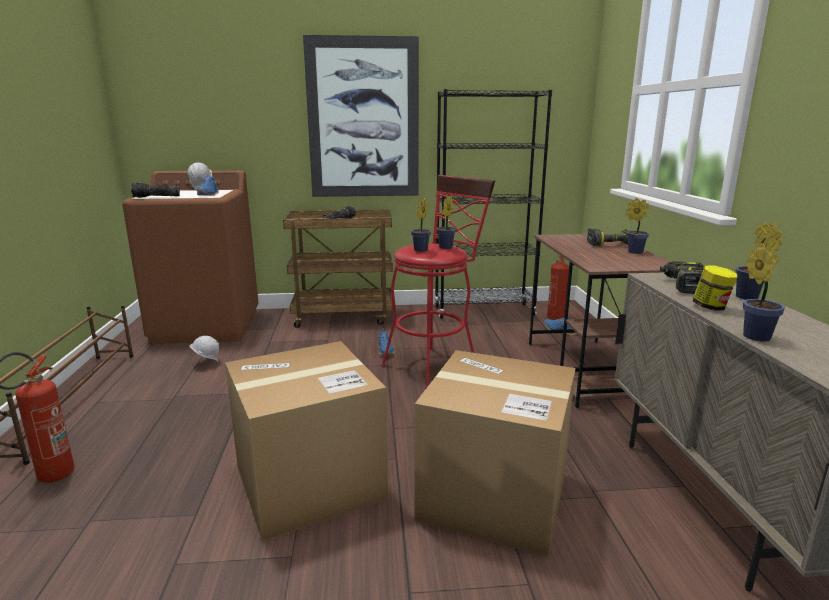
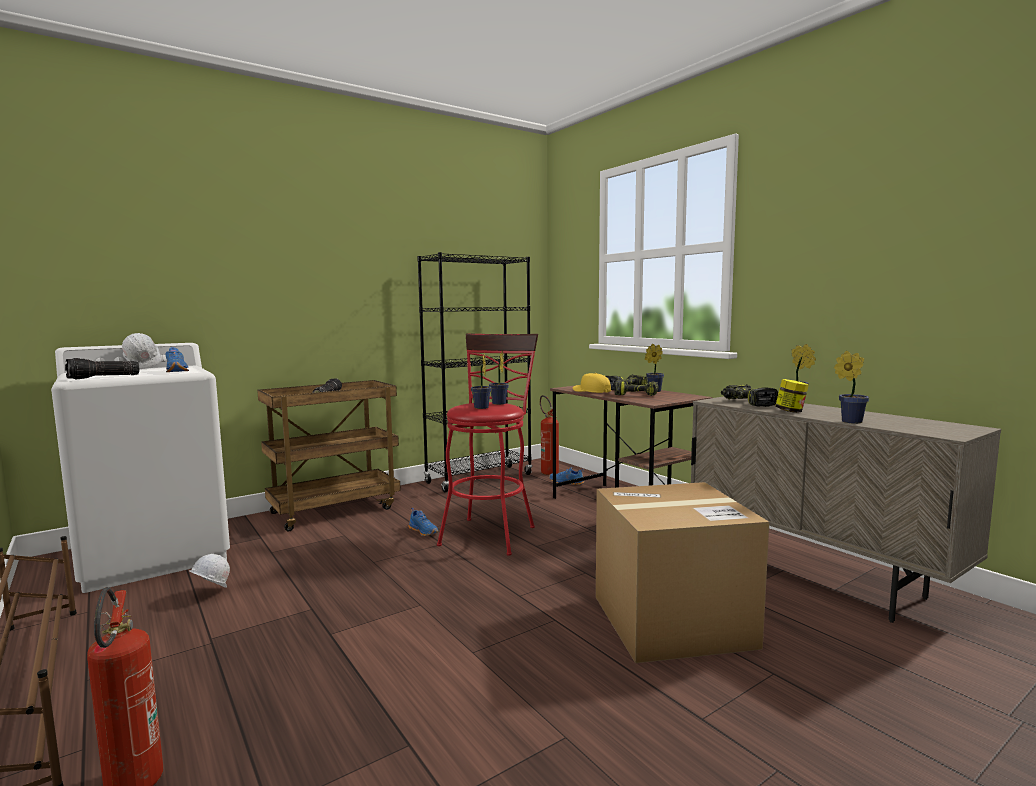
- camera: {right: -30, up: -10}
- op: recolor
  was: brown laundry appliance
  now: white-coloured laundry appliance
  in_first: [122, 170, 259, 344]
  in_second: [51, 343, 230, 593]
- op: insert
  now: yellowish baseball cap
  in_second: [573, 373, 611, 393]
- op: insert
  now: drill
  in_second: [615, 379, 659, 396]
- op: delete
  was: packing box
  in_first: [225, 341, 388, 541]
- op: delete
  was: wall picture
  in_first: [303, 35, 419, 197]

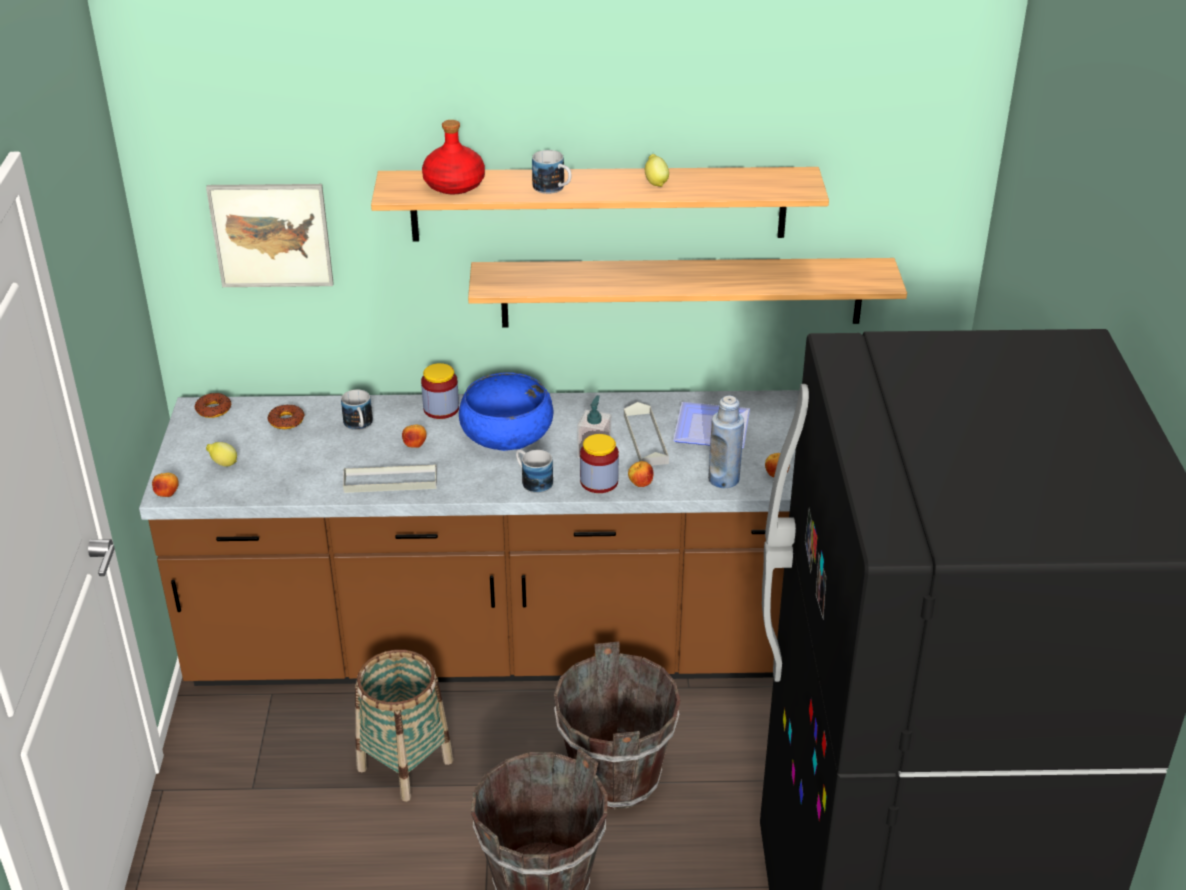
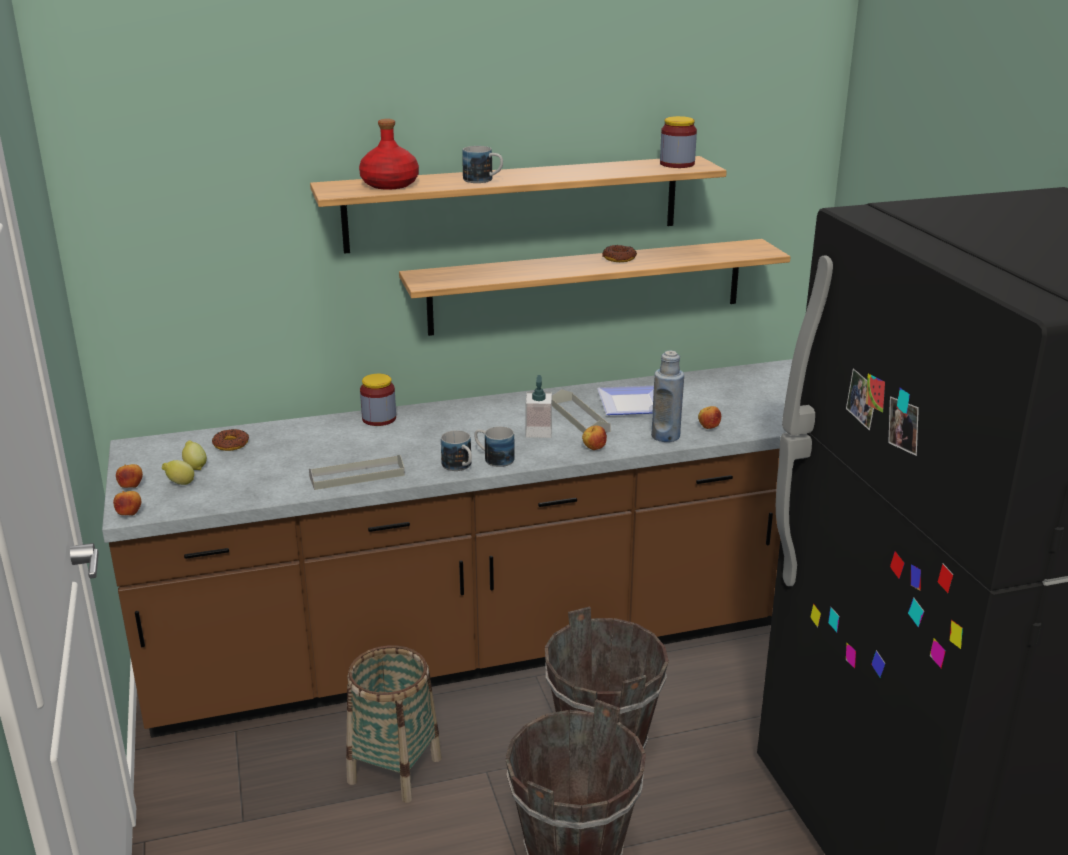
- camera: {right: -15, up: -10}
- op: move
  was: apple fruit
  in_first: [402, 425, 427, 448]
  in_second: [116, 464, 143, 488]
- op: move
  was: citrus fruit
  in_first: [645, 154, 669, 187]
  in_second: [182, 440, 207, 470]
- op: move
  was: coffee mug
  in_first: [341, 390, 373, 430]
  in_second: [441, 430, 472, 471]
- op: move
  was: doughnut
  in_first: [195, 393, 231, 418]
  in_second: [602, 245, 637, 262]
- op: move
  was: storage jar
  in_first: [580, 434, 619, 493]
  in_second: [660, 116, 697, 168]
- op: delete
  was: wall picture
  in_first: [206, 184, 334, 287]
- op: delete
  was: blue-coloured deep dish
  in_first: [459, 372, 553, 451]

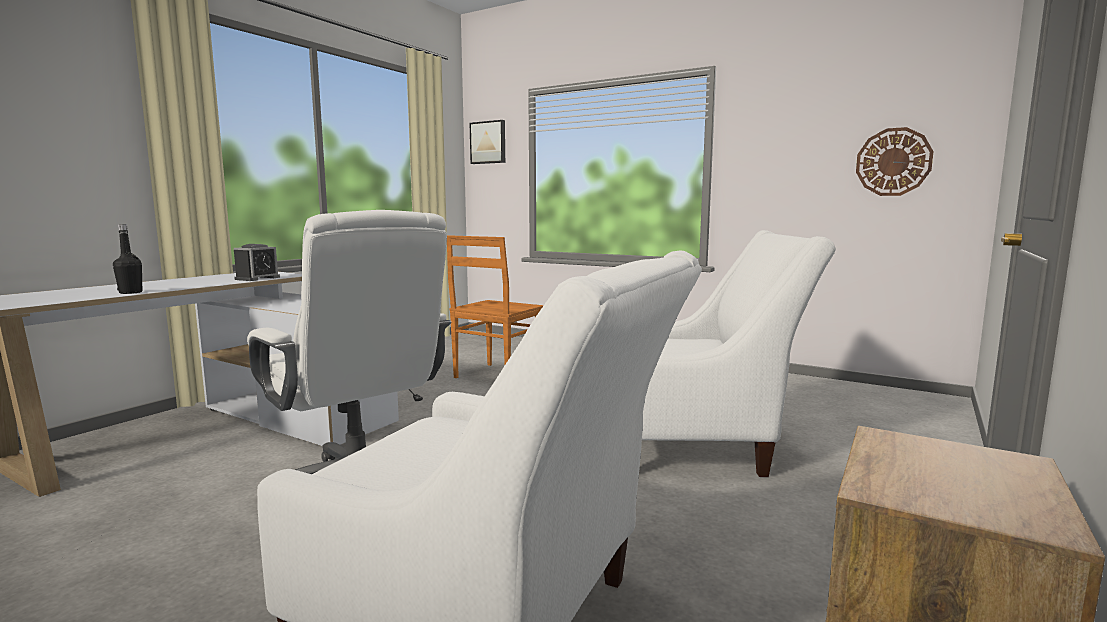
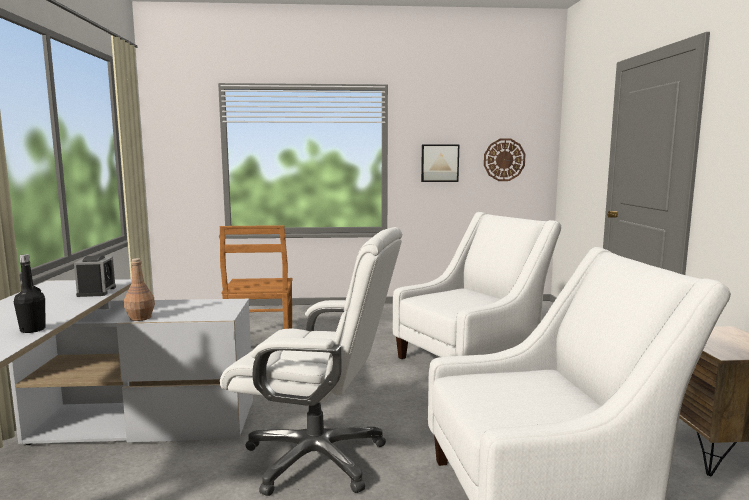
- camera: {right: -35, up: 0}
- op: insert
  now: brown beverage bottle
  in_second: [124, 258, 155, 321]
- op: move
  was: wall picture
  in_first: [470, 120, 505, 164]
  in_second: [421, 145, 459, 182]

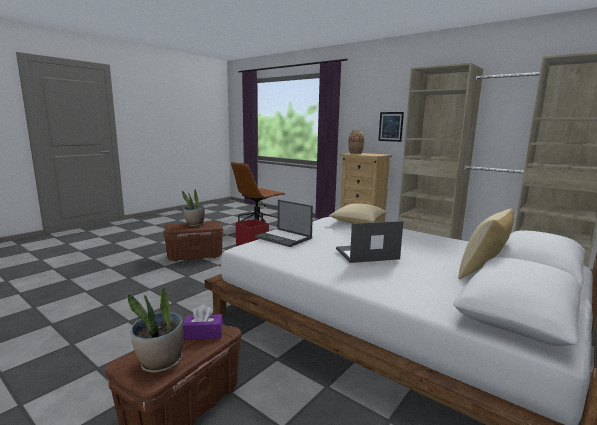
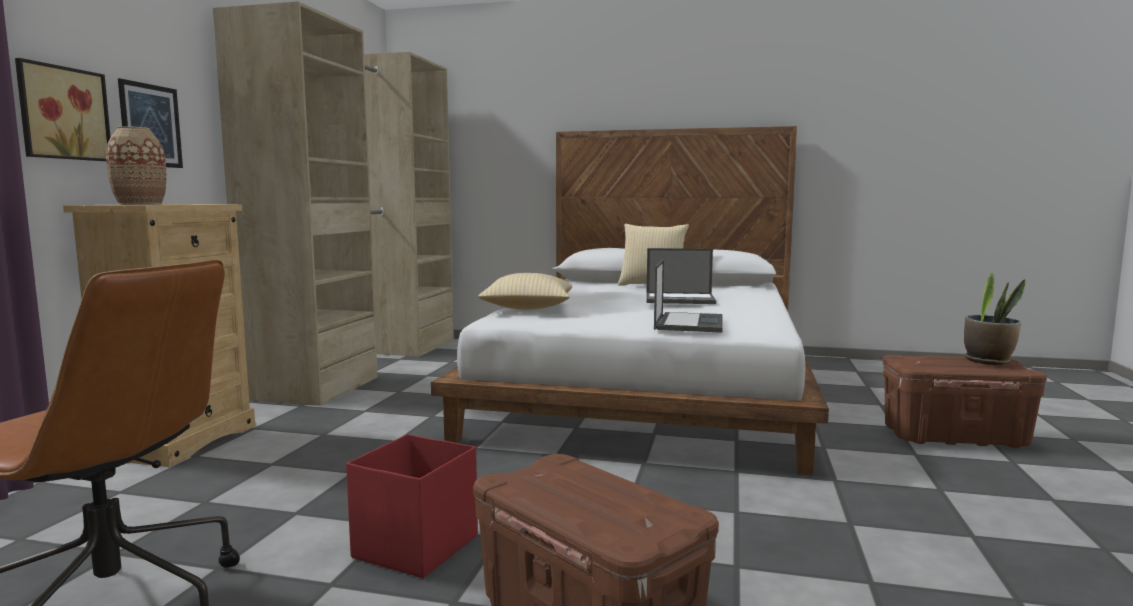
- camera: {right: -115, up: -5}
- op: insert
  now: wall picture
  in_second: [15, 58, 111, 161]
- op: rotate
  was: laptop
  in_first: [336, 221, 403, 263]
  in_second: [646, 248, 716, 304]
  clockwise: -45
- op: delete
  was: plant in a pot
  in_first: [182, 189, 205, 227]
- op: delete
  was: purplish tissue holder
  in_first: [183, 305, 223, 340]

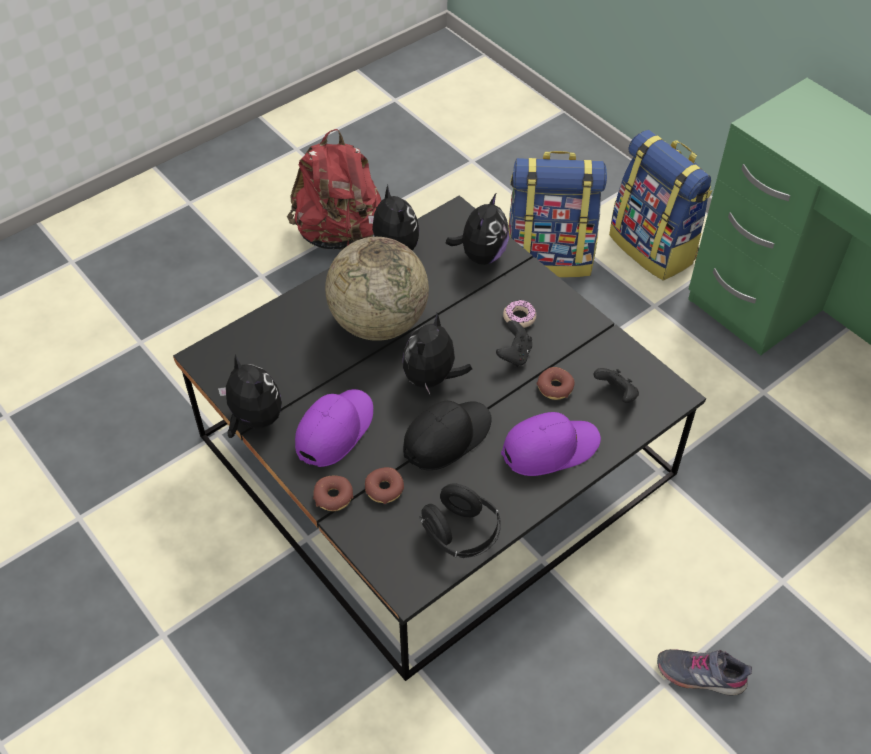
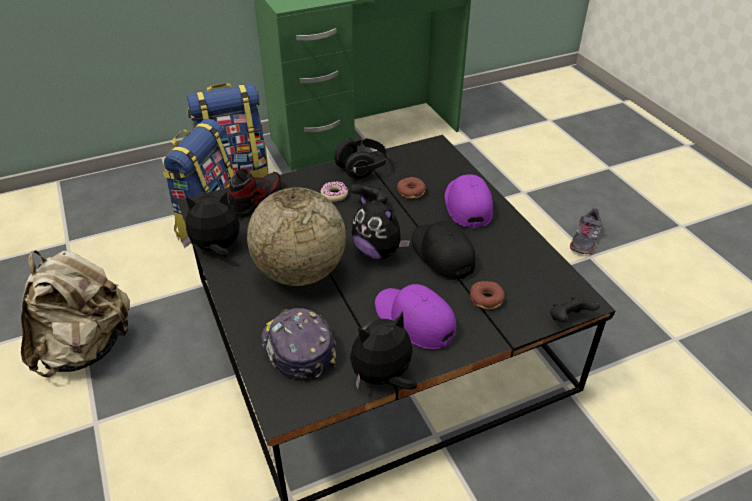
- camera: {right: -75, up: -10}
- op: recolor
  was: red backpack
  now: sand-coloured backpack
  in_first: [287, 129, 381, 250]
  in_second: [21, 250, 131, 377]
- op: replace
  was: plush toy
  now: item of footwear
  in_first: [446, 193, 509, 265]
  in_second: [229, 168, 281, 218]
- op: insert
  now: baseball cap
  in_second: [261, 308, 336, 379]
- op: move
  was: black pair of headphones
  in_first: [419, 484, 501, 558]
  in_second: [334, 138, 389, 179]
- op: move
  was: black game controller
  in_first: [593, 368, 639, 403]
  in_second: [550, 297, 600, 322]
- op: delete
  was: doughnut
  in_first: [313, 475, 353, 511]

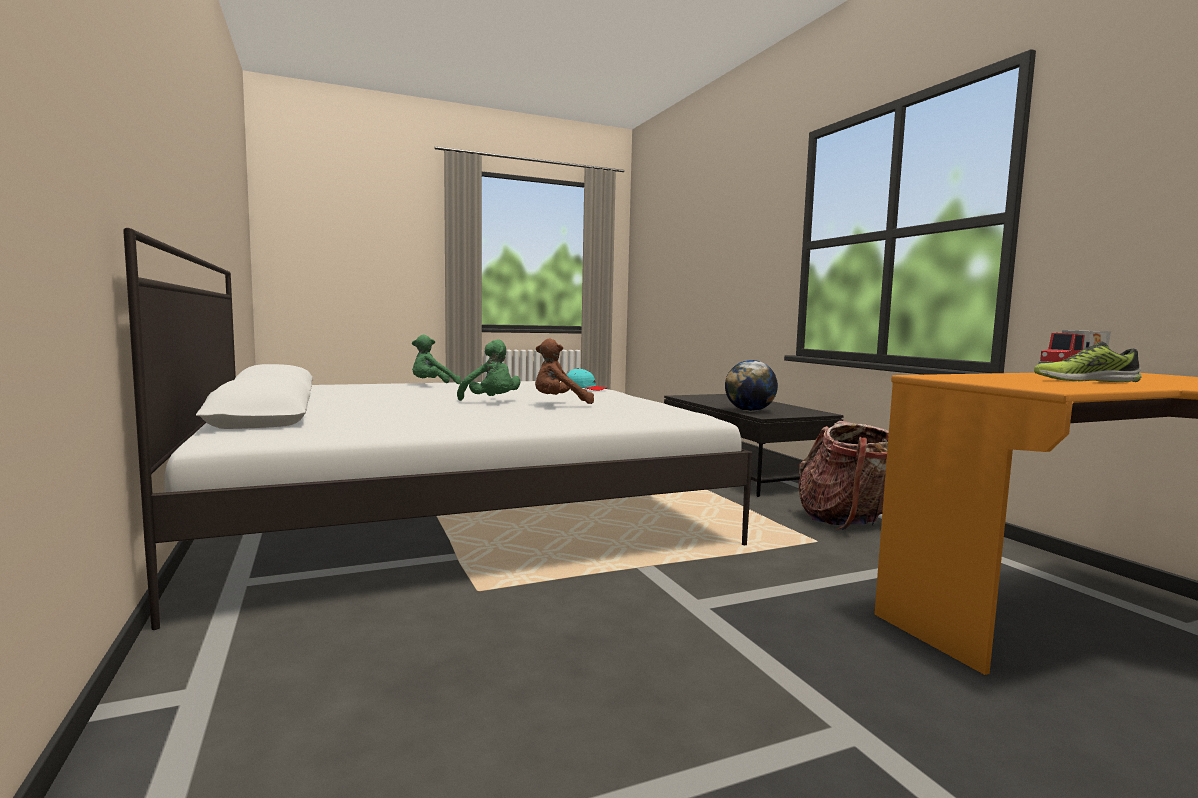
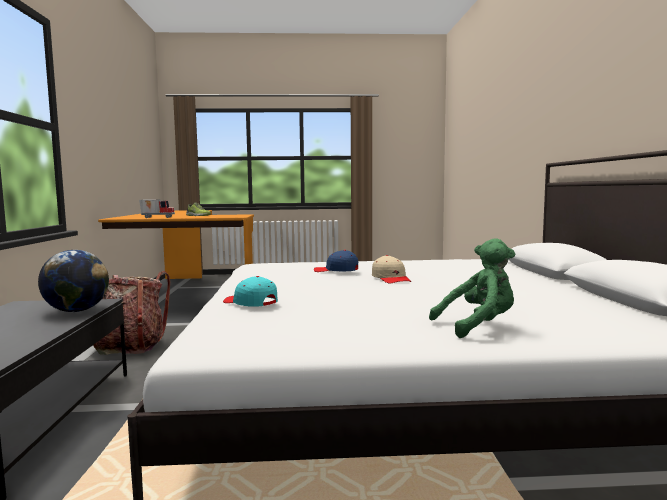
- camera: {right: -160, up: 0}
- op: replace
  was: brown plush toy
  now: blue-coloured baseball cap
  in_first: [535, 338, 594, 404]
  in_second: [314, 250, 358, 272]
- op: replace
  was: green-coloured plush toy
  now: sand-coloured baseball cap
  in_first: [457, 339, 520, 401]
  in_second: [372, 255, 411, 284]

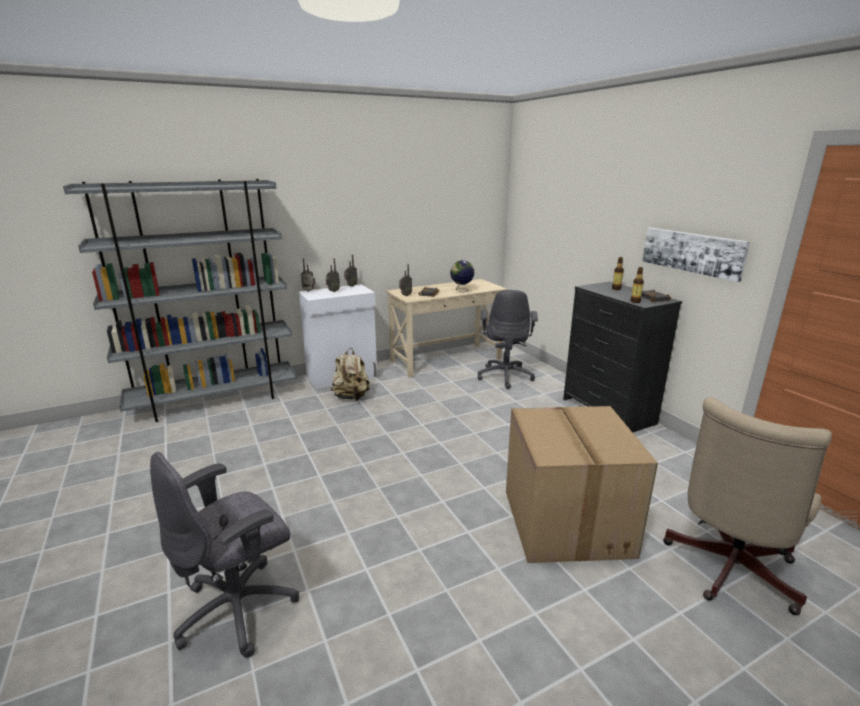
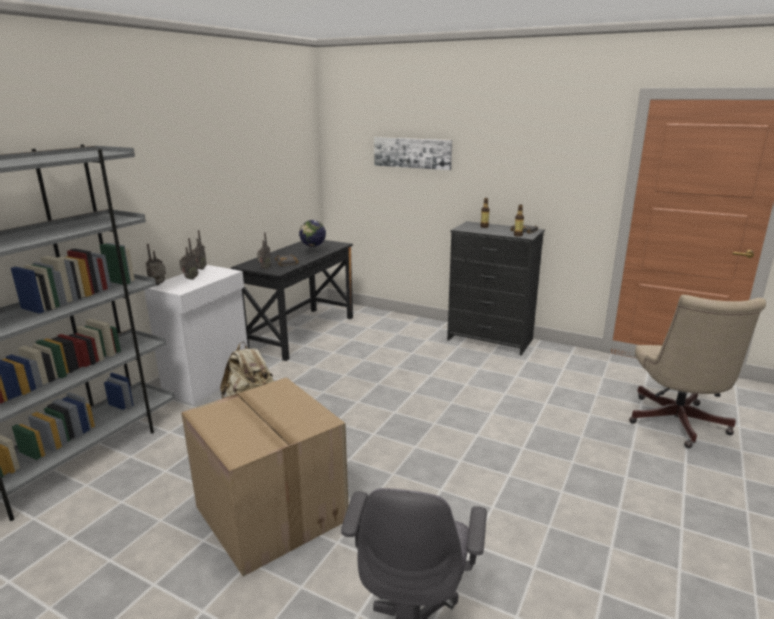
- camera: {right: -35, up: 0}
- op: move
  was: packing box
  in_first: [506, 406, 658, 563]
  in_second: [181, 377, 348, 576]
- op: recolor
  was: sand-coloured desk unit
  now: black desk unit
  in_first: [386, 279, 508, 378]
  in_second: [231, 240, 353, 361]
- op: move
  was: wall picture
  in_first: [642, 228, 750, 282]
  in_second: [374, 137, 452, 170]
- op: delete
  was: grey desk chair
  in_first: [477, 290, 538, 389]

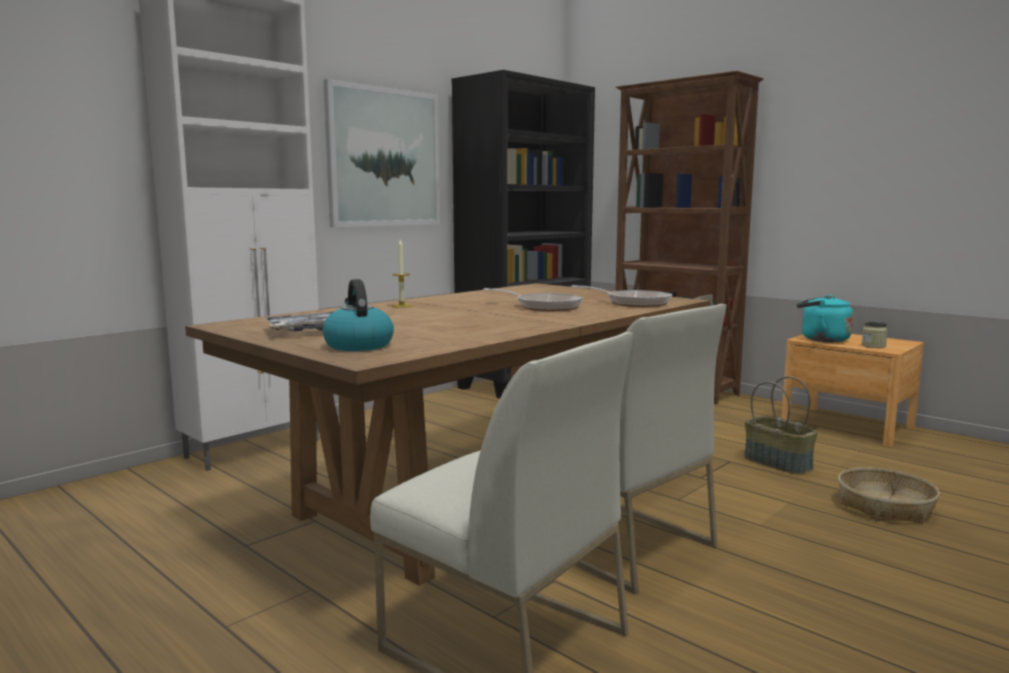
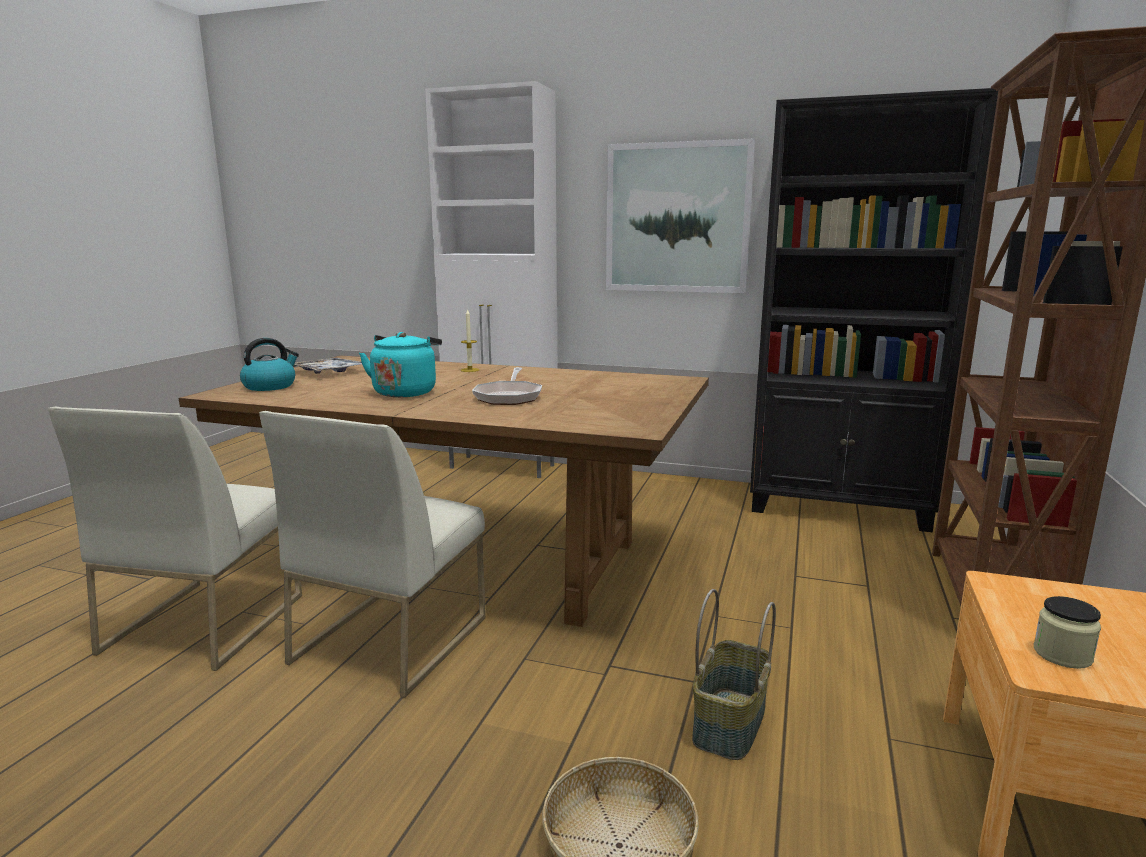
- camera: {right: 65, up: 5}
- op: move
  was: turquoise tea kettle
  in_first: [797, 295, 853, 342]
  in_second: [359, 332, 442, 397]
- op: delete
  was: pan
  in_first: [571, 285, 672, 307]

